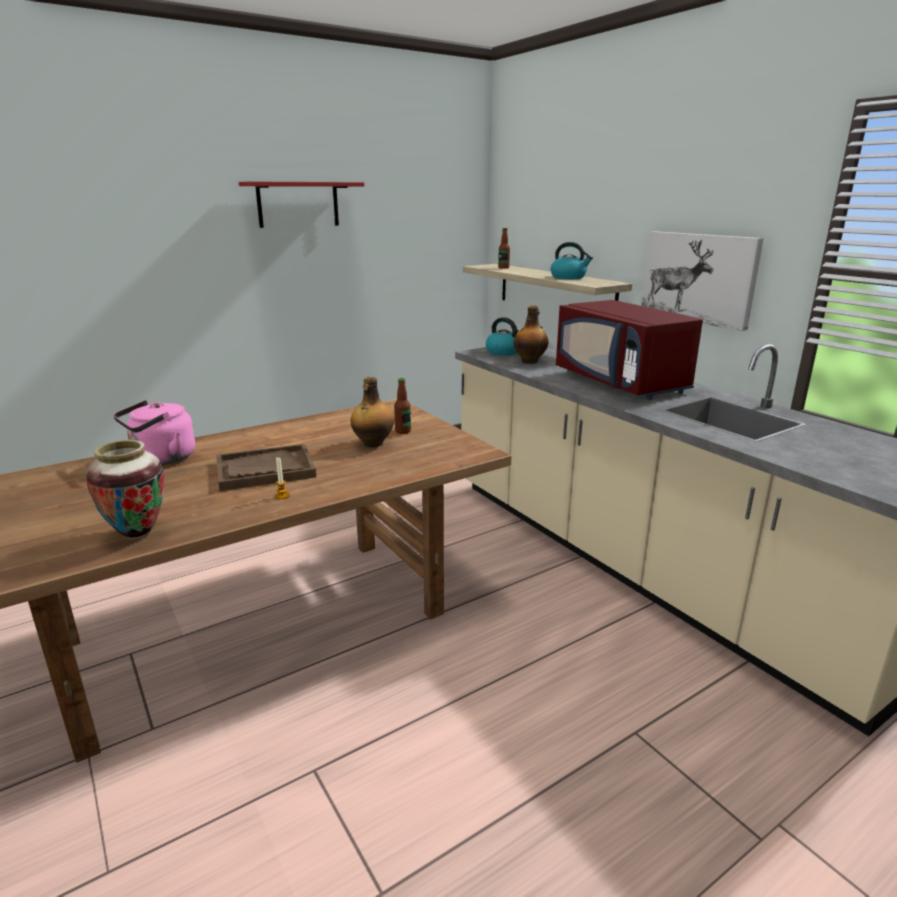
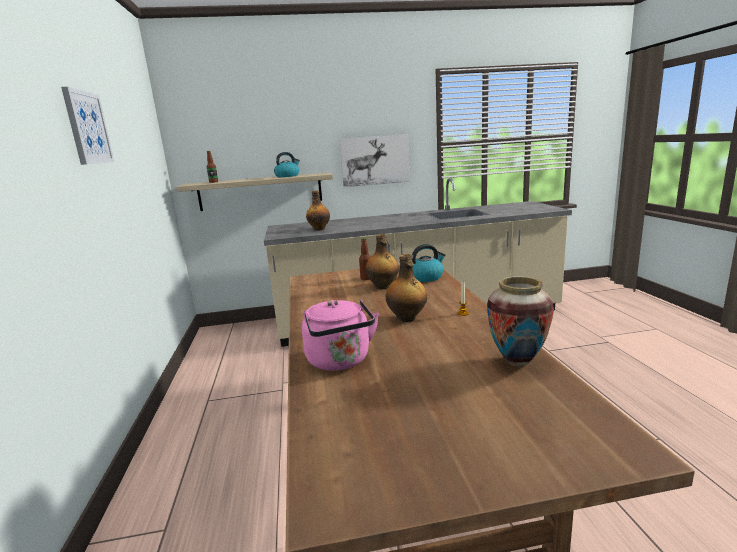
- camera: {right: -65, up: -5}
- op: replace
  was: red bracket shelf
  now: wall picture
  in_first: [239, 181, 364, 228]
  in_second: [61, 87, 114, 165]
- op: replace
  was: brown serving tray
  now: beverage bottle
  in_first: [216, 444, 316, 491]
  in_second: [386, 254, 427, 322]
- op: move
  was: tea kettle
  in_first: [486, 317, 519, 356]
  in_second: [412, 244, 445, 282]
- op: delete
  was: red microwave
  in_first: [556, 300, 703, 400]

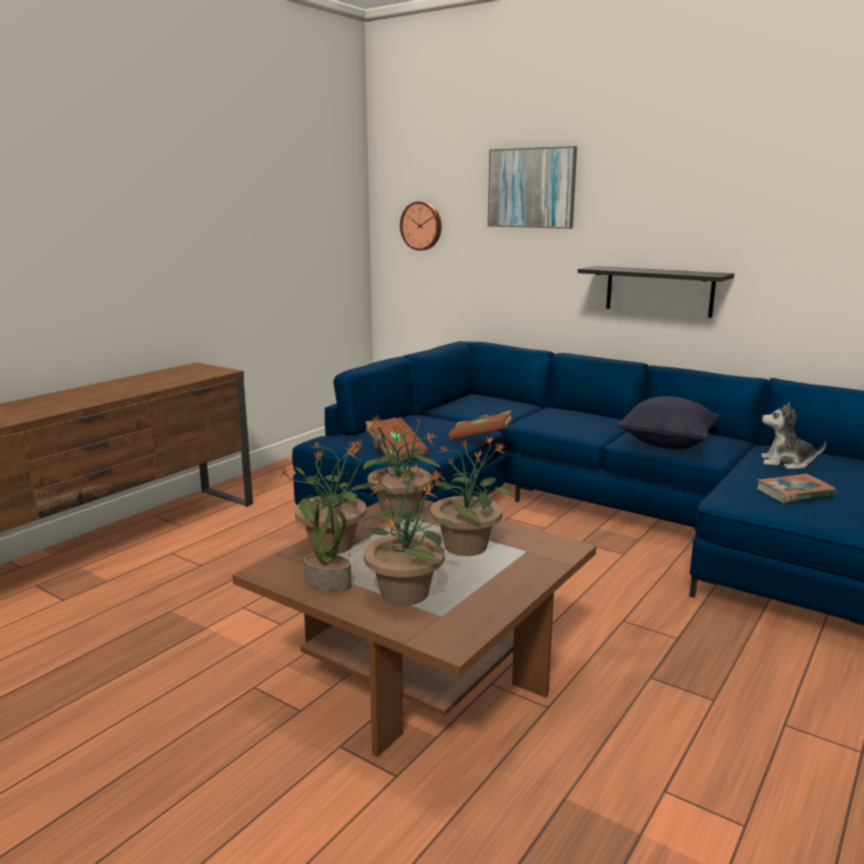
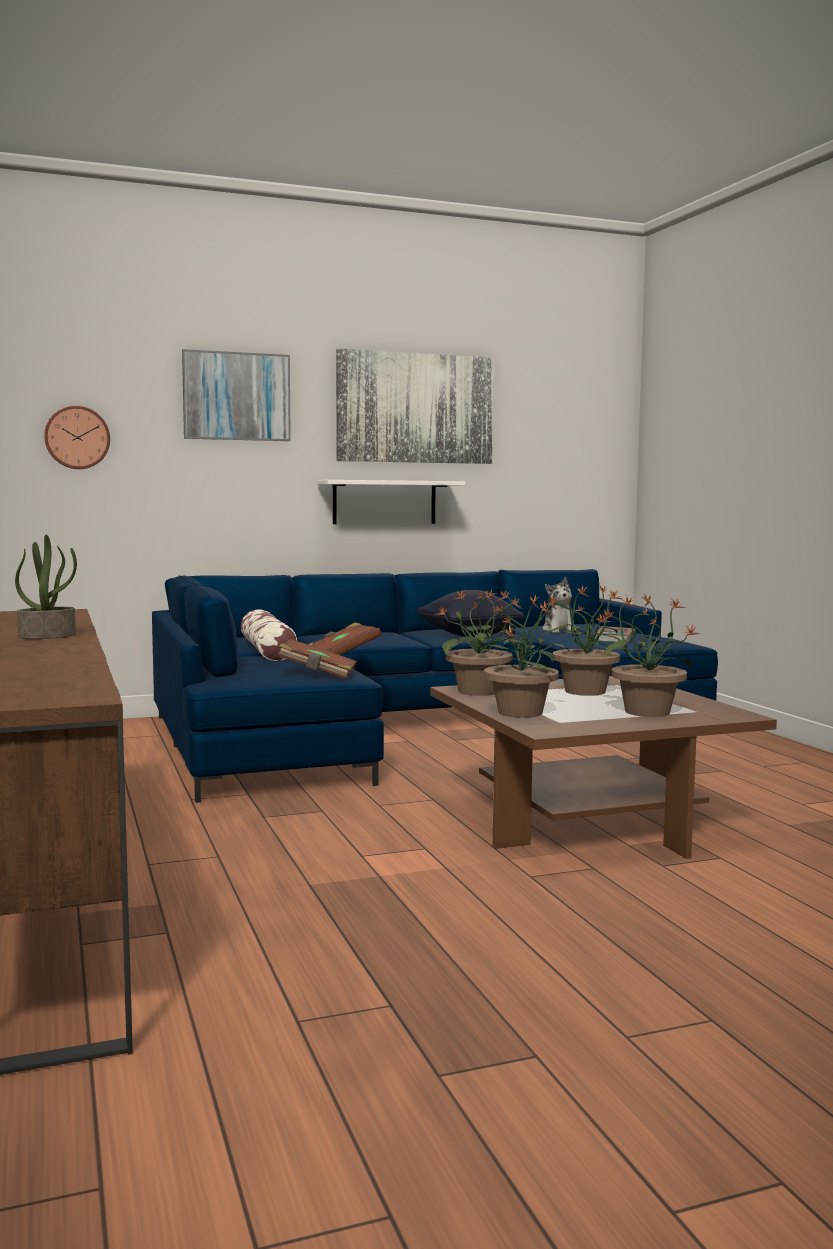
- camera: {right: -55, up: -10}
- op: move
  was: plant in a pot
  in_first: [304, 496, 352, 592]
  in_second: [15, 535, 77, 639]
- op: insert
  now: cushion
  in_second: [241, 609, 297, 661]
- op: recolor
  was: black bracket shelf
  now: white-coloured bracket shelf
  in_first: [578, 266, 734, 318]
  in_second: [317, 480, 465, 524]
- op: insert
  now: wall picture
  in_second: [336, 349, 494, 464]
- op: rotate
  was: plush toy
  in_first: [761, 402, 826, 469]
  in_second: [542, 577, 577, 633]
  clockwise: -60

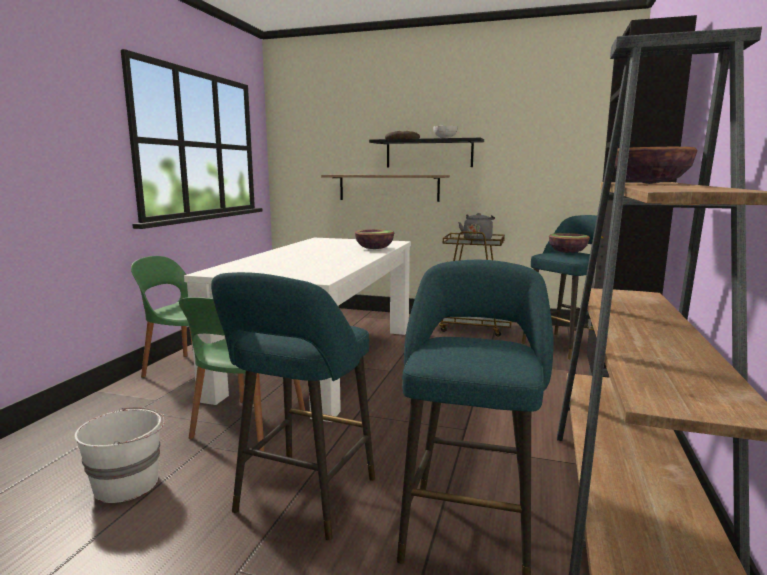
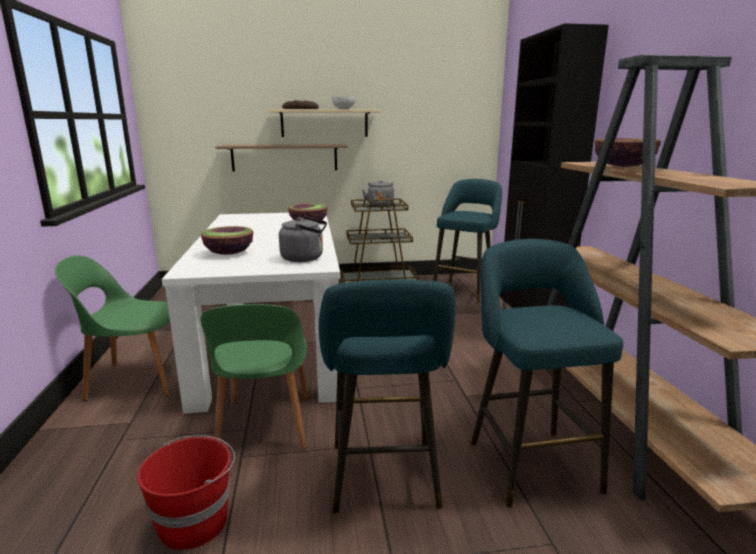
- camera: {right: -25, up: 5}
- op: recolor
  was: white-coloured water bucket
  now: red water bucket
  in_first: [75, 407, 165, 503]
  in_second: [137, 435, 235, 550]
- op: move
  was: deep dish
  in_first: [549, 233, 590, 253]
  in_second: [201, 226, 253, 255]
- op: recolor
  was: black bracket shelf
  now: sand-coloured bracket shelf
  in_first: [369, 138, 484, 168]
  in_second: [268, 109, 381, 137]
- op: insert
  now: grey tea kettle
  in_second: [279, 216, 327, 262]

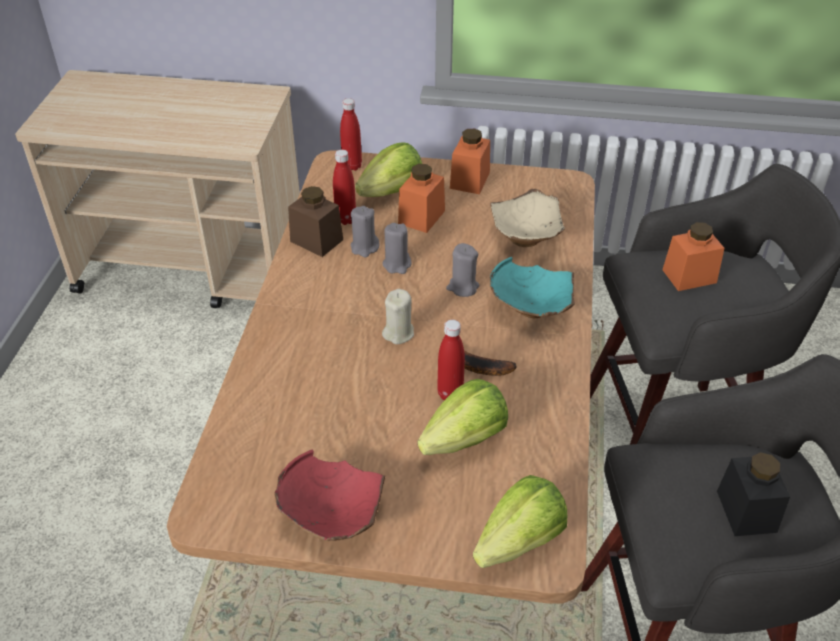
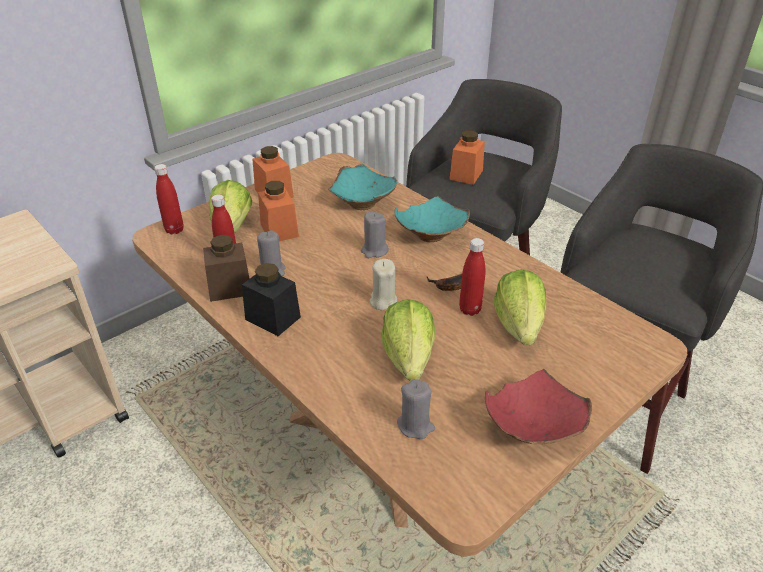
- camera: {right: -50, up: -5}
- op: move
  was: black storage jar
  in_first: [717, 452, 790, 536]
  in_second: [242, 263, 301, 336]
- op: recolor
  was: sand-coloured deep dish
  now: turquoise deep dish
  in_first: [490, 189, 565, 247]
  in_second: [328, 164, 397, 210]
- op: move
  was: lettuce
  in_first: [473, 475, 567, 568]
  in_second: [382, 299, 435, 381]
- op: move
  was: grey candle
  in_first: [383, 223, 412, 274]
  in_second: [397, 379, 435, 439]

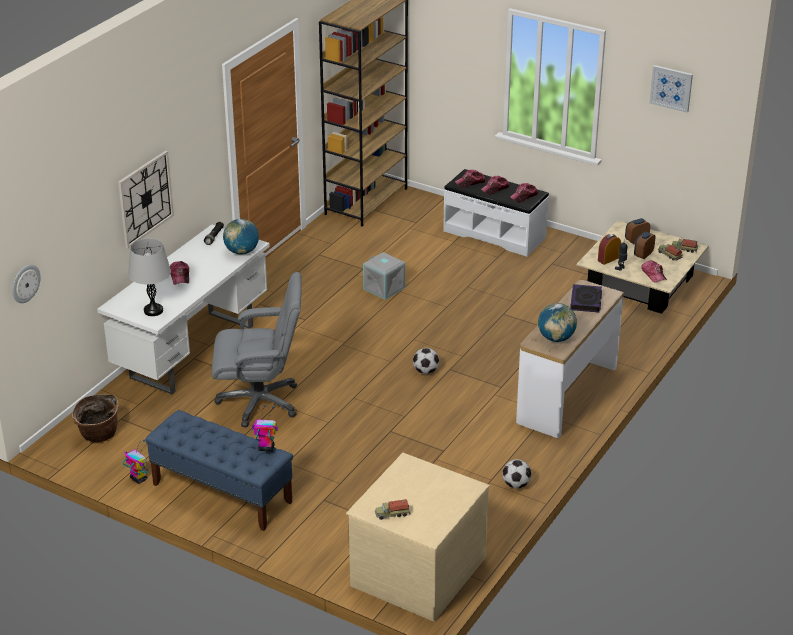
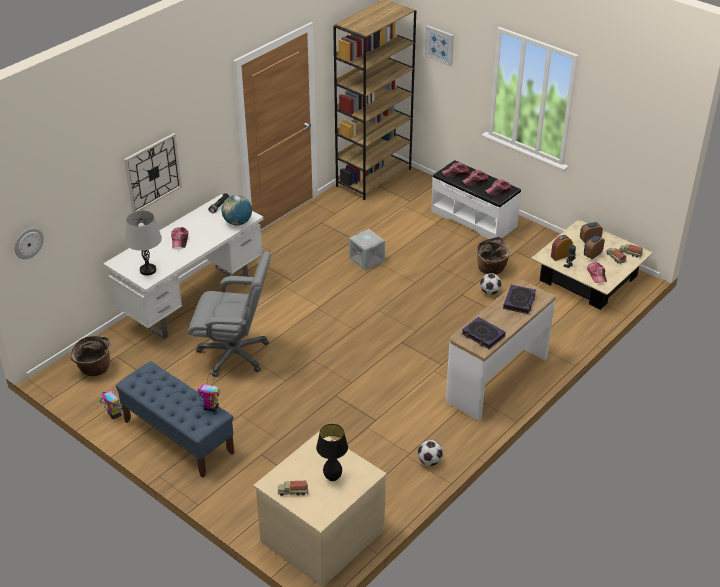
- camera: {right: 10, up: 5}
- op: insert
  now: black lamp for a table
  in_second: [316, 424, 348, 481]
- op: move
  was: wall picture
  in_first: [649, 65, 693, 113]
  in_second: [425, 25, 454, 66]
- op: replace
  was: globe
  now: book
  in_first: [538, 303, 577, 342]
  in_second: [462, 317, 506, 349]
- op: insert
  now: storage basket
  in_second: [477, 237, 511, 274]
- op: move
  was: football
  in_first: [413, 348, 439, 374]
  in_second: [480, 273, 502, 295]

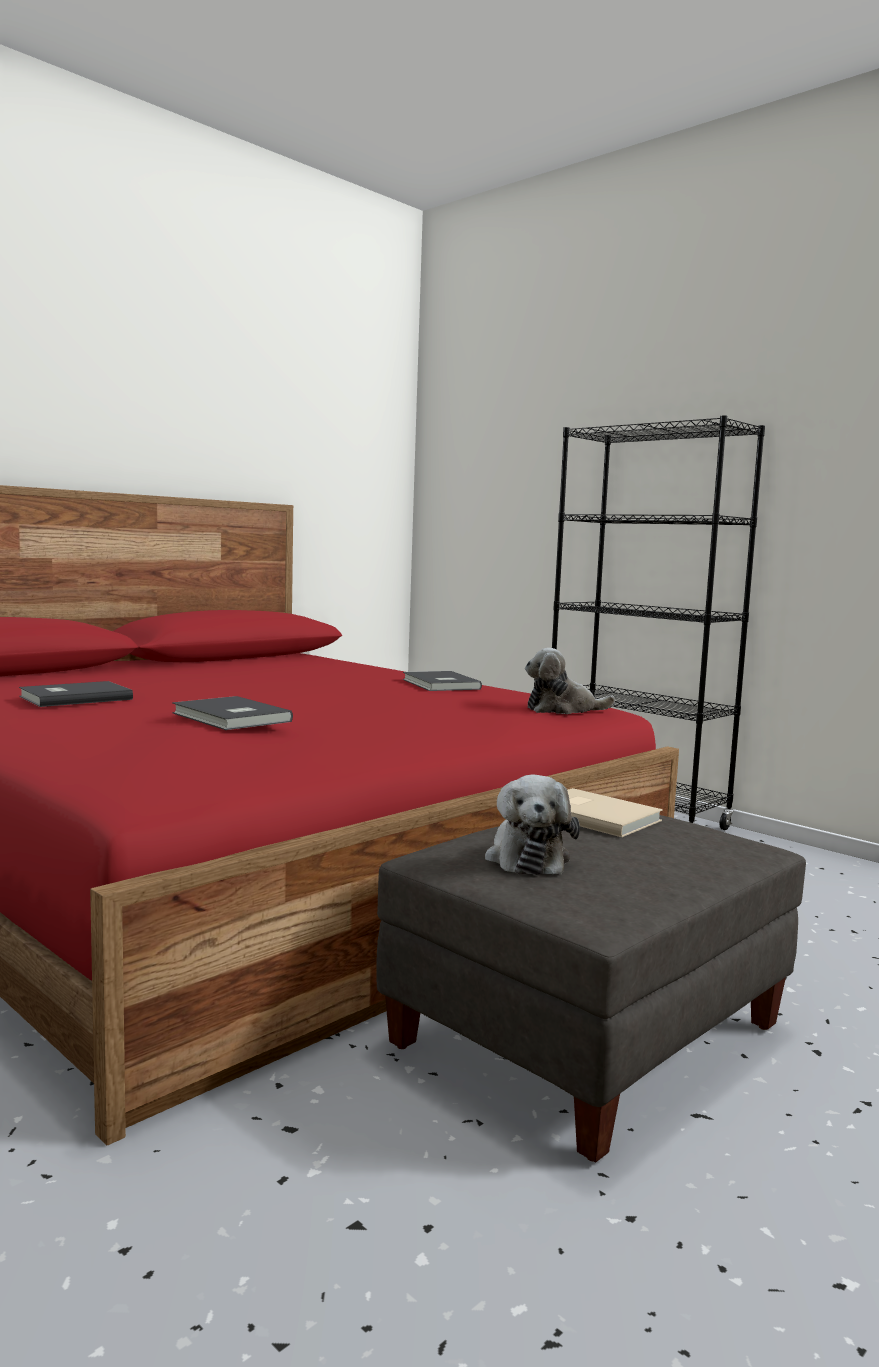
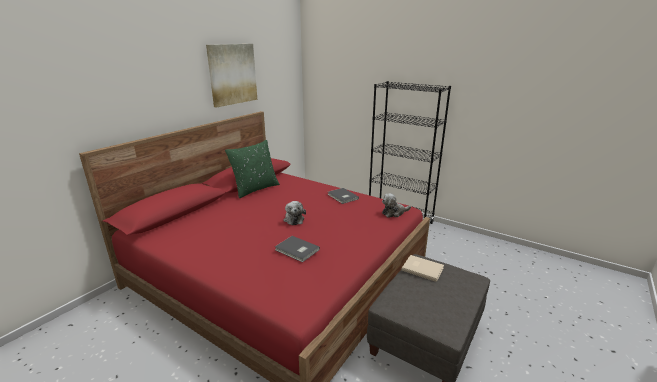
- camera: {right: -10, up: 15}
- op: insert
  now: wall picture
  in_second: [206, 44, 257, 107]
- op: insert
  now: green-coloured cushion
  in_second: [225, 140, 280, 198]
- op: move
  was: plush toy
  in_first: [485, 775, 580, 875]
  in_second: [284, 201, 306, 225]
- op: delete
  was: grey book
  in_first: [19, 681, 133, 707]

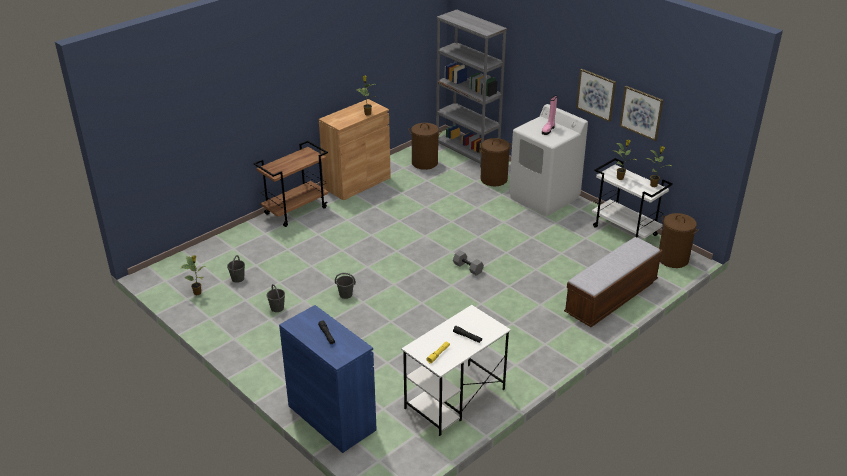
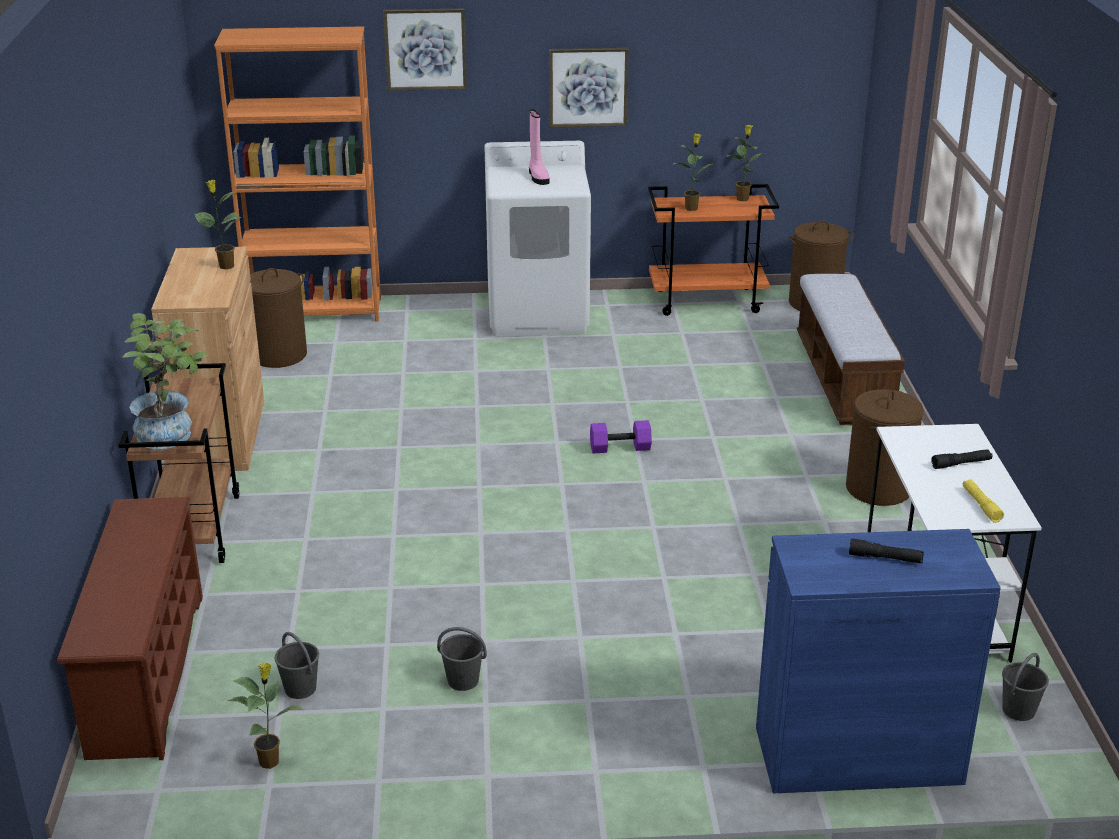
- camera: {right: -50, up: -5}
- op: insert
  now: brown shoe rack
  in_second: [57, 497, 203, 760]
- op: insert
  now: plant in a pot
  in_second: [123, 313, 208, 449]
- op: recolor
  was: grey shelving unit
  now: orangey shelving unit
  in_first: [436, 10, 507, 168]
  in_second: [214, 26, 381, 321]
- op: move
  was: wall picture
  in_first: [619, 86, 664, 141]
  in_second: [383, 8, 467, 91]
- op: recolor
  was: grey free weight
  now: purplish free weight
  in_first: [453, 251, 484, 276]
  in_second: [590, 420, 652, 453]
- op: recolor
  was: white-coloured trolley
  now: orangey trolley
  in_first: [592, 158, 673, 238]
  in_second: [648, 184, 779, 316]
- op: move
  was: brown laundry basket
  in_first: [479, 138, 512, 186]
  in_second: [846, 389, 924, 506]
- op: move
  was: grey water bucket
  in_first: [335, 273, 356, 299]
  in_second: [1002, 653, 1049, 721]

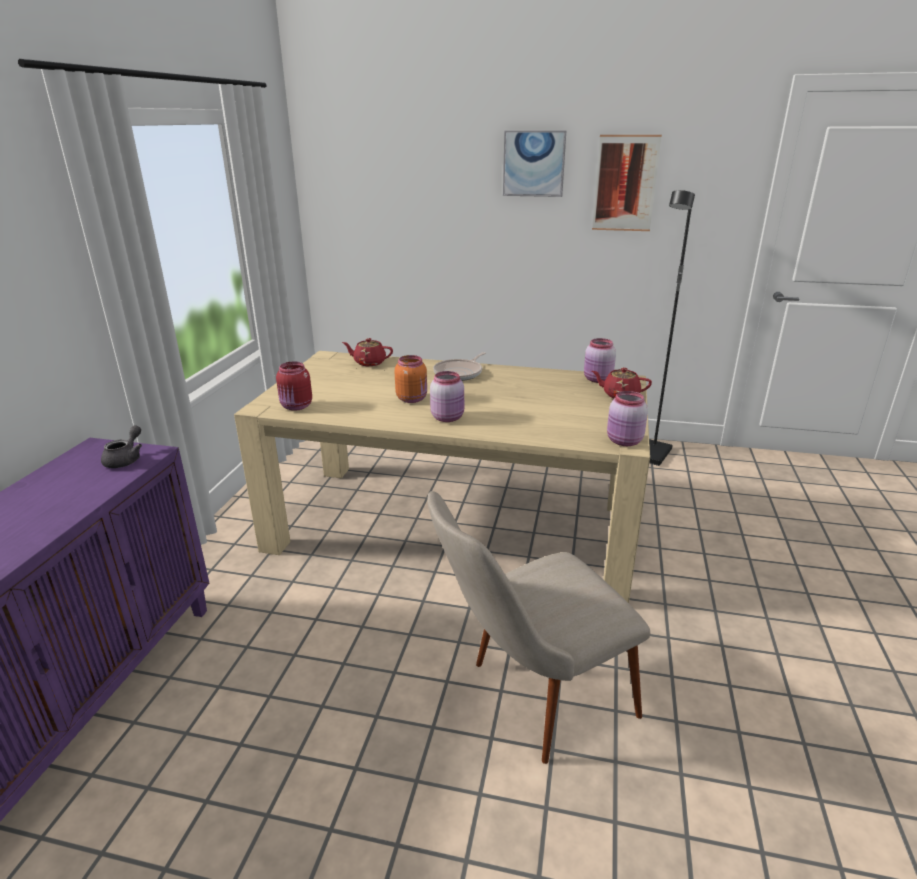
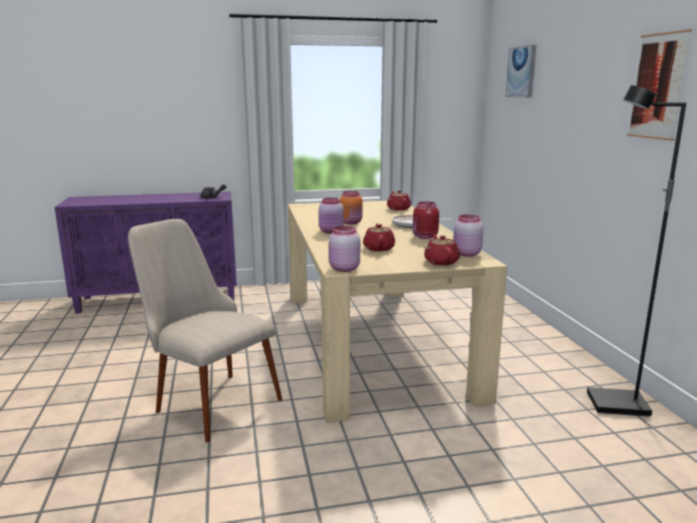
- camera: {right: 65, up: -10}
- op: insert
  now: red teapot
  in_second: [363, 223, 395, 251]
- op: move
  was: red storage jar
  in_first: [276, 362, 312, 411]
  in_second: [413, 202, 439, 239]
- op: move
  was: wall picture
  in_first: [503, 130, 566, 197]
  in_second: [505, 45, 536, 97]

